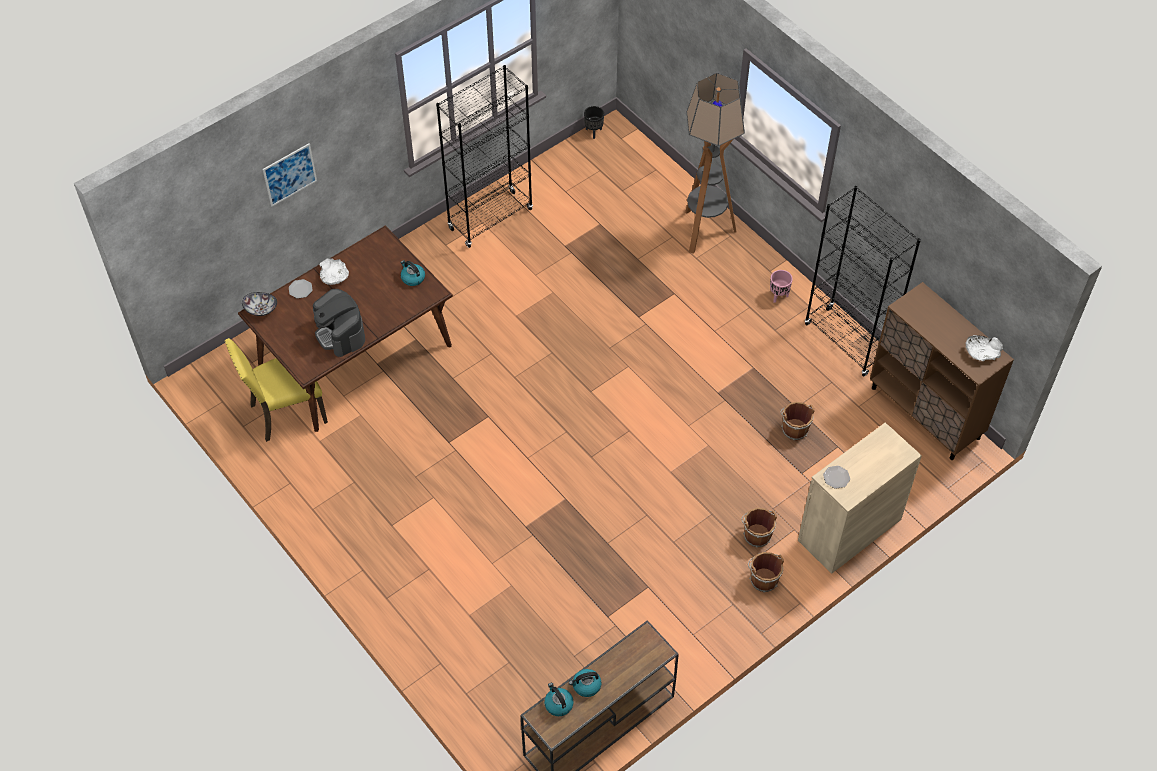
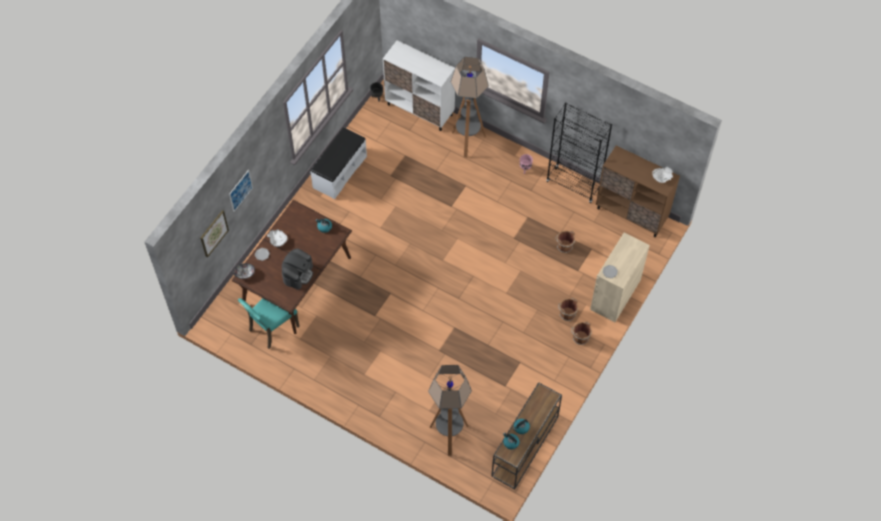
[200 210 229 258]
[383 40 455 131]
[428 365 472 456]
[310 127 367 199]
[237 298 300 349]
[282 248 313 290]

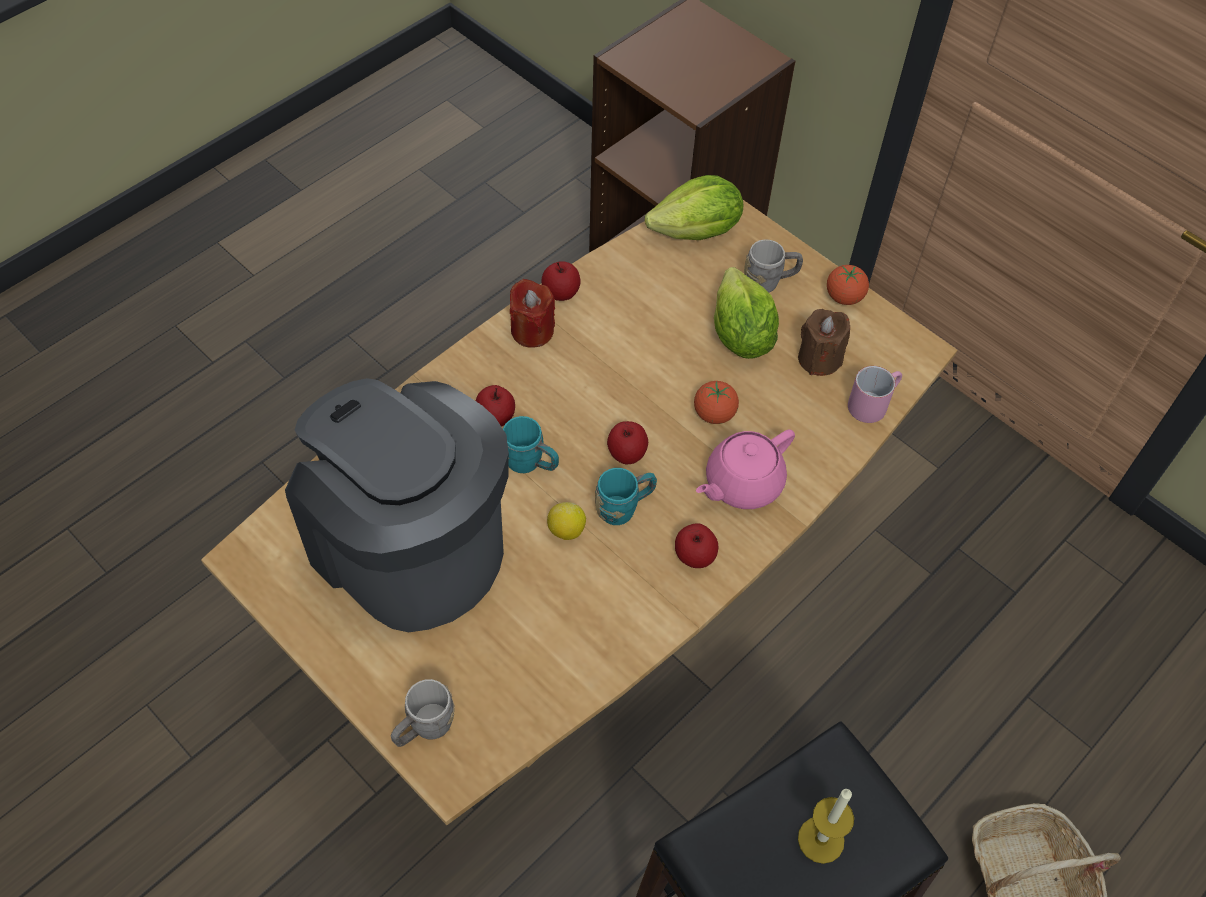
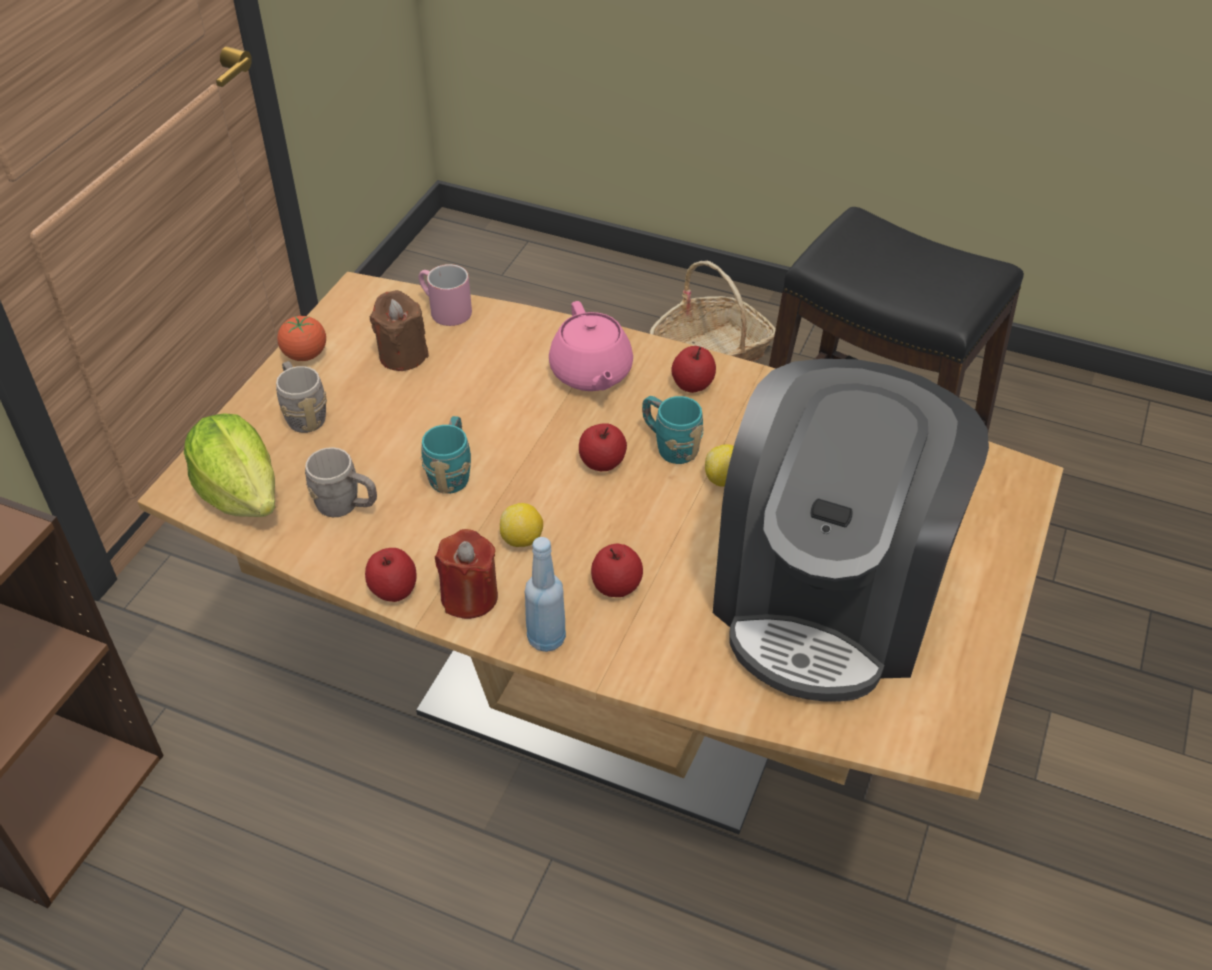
[694 381 739 424] (first image)
[714 267 779 359] (first image)
[798 789 854 864] (first image)
[500 503 543 547]
[525 537 566 652]
[305 447 377 517]
[421 416 471 494]
[549 301 633 391]

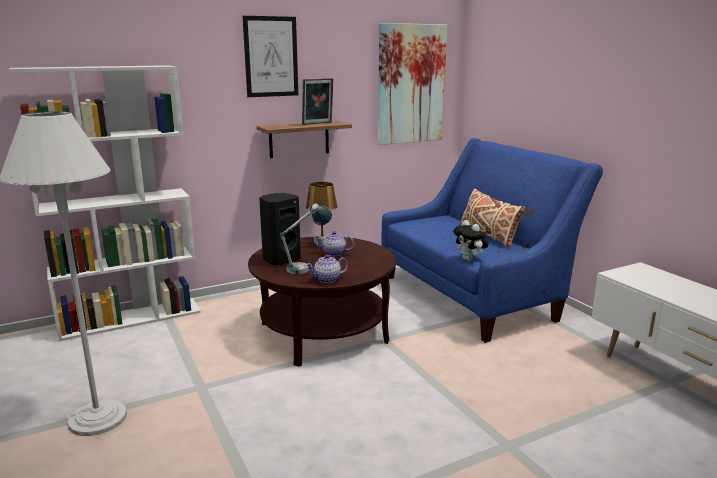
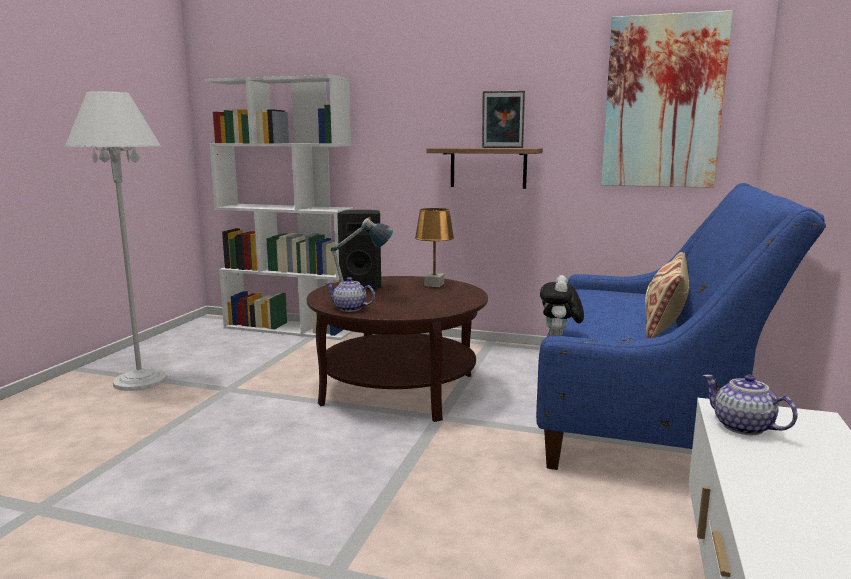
[242 16 298 97] (first image)
[703 375 798 435]

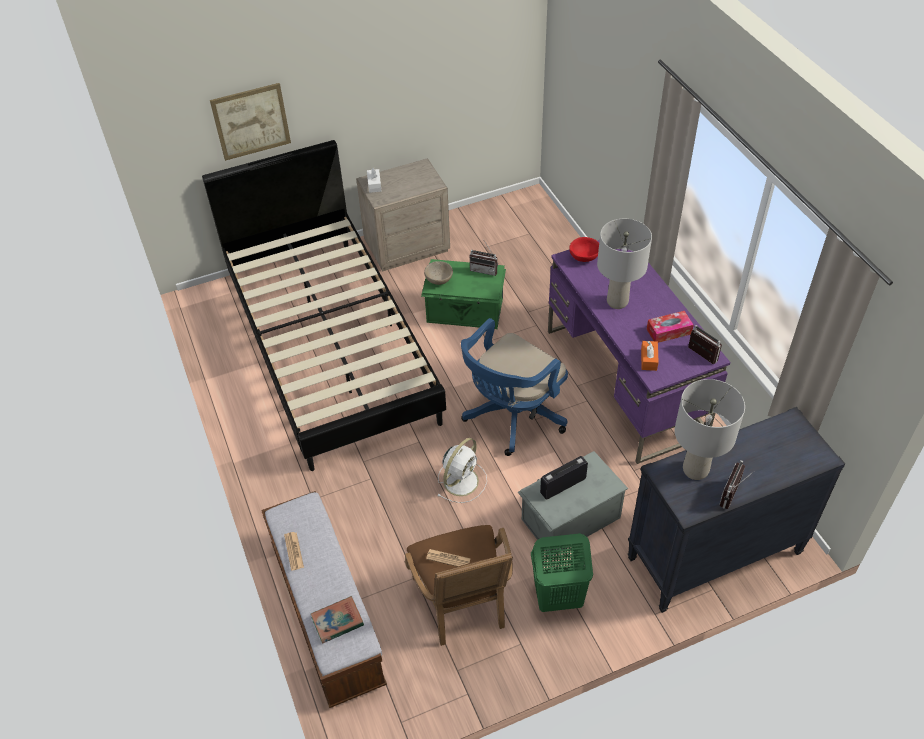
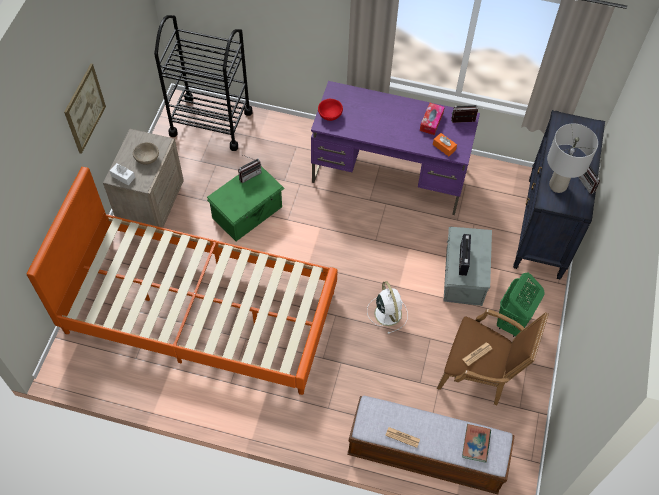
[461 318 568 456] (first image)
[597 219 652 309] (first image)
[154 15 252 151]
[64 64 106 154]
[133 142 159 165]
[27 167 338 395]

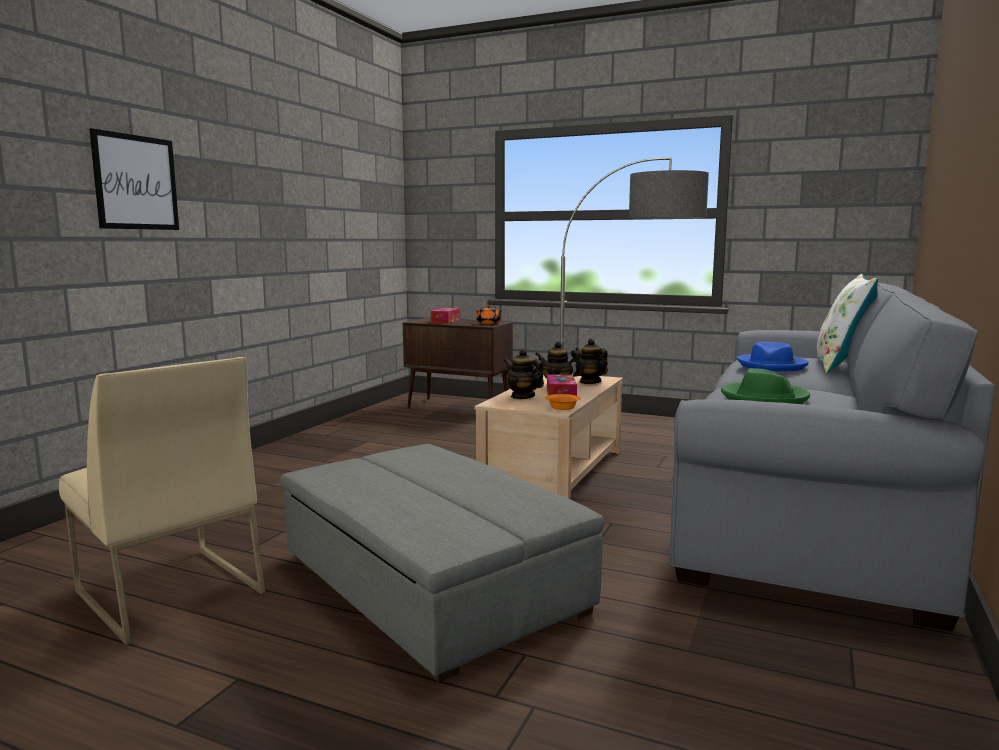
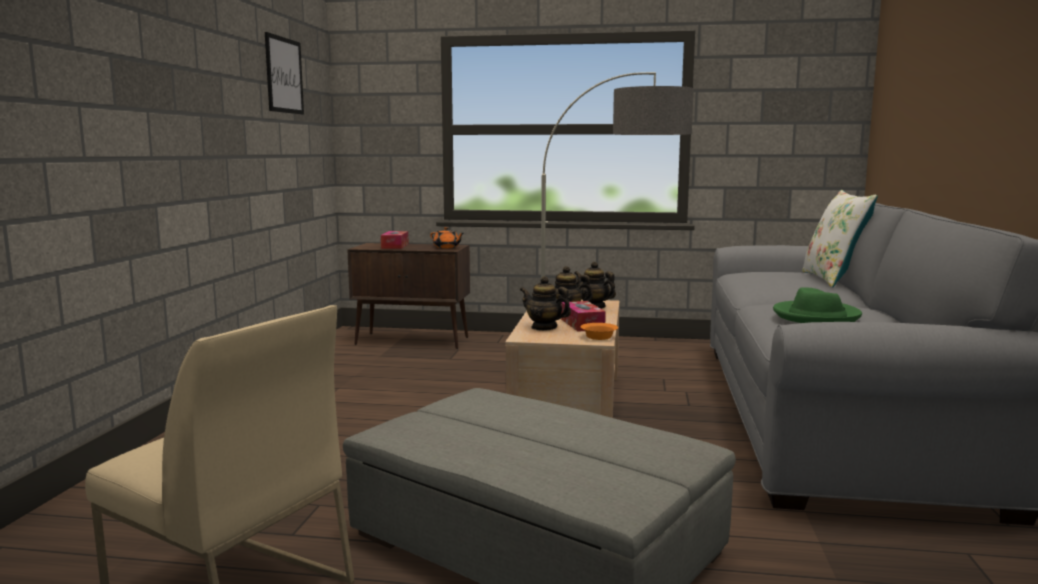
[737 342 809 371] (first image)
[265 32 304 115]

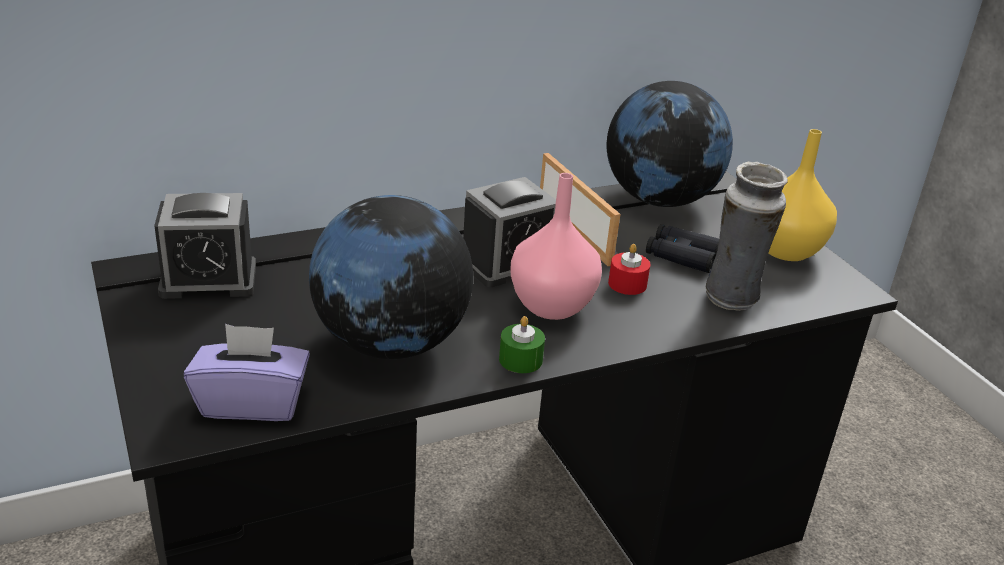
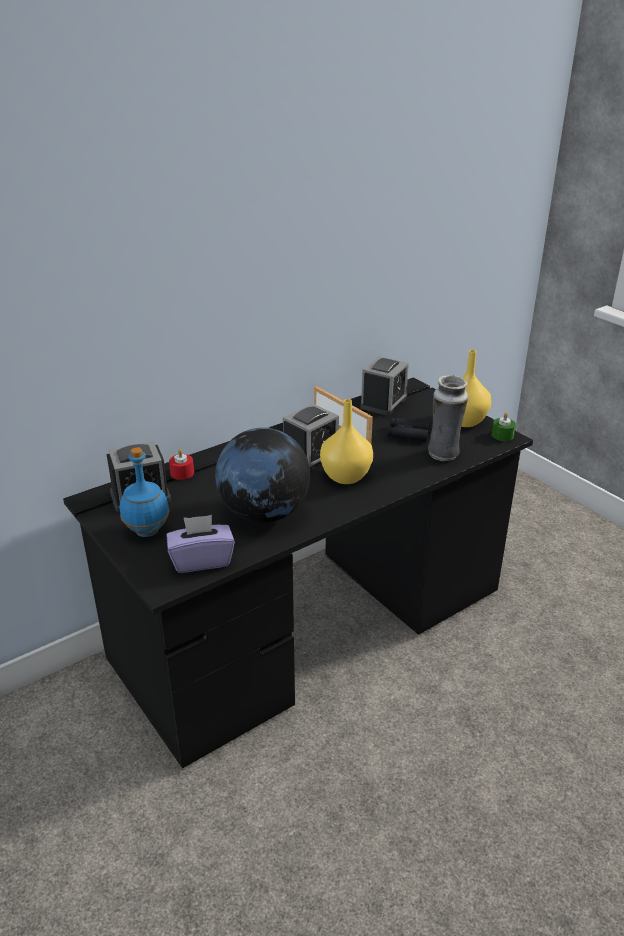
[120 447 170 537]
[492 413 516 441]
[169 449 194 480]
[360 356 409 416]
[320 399 373 484]

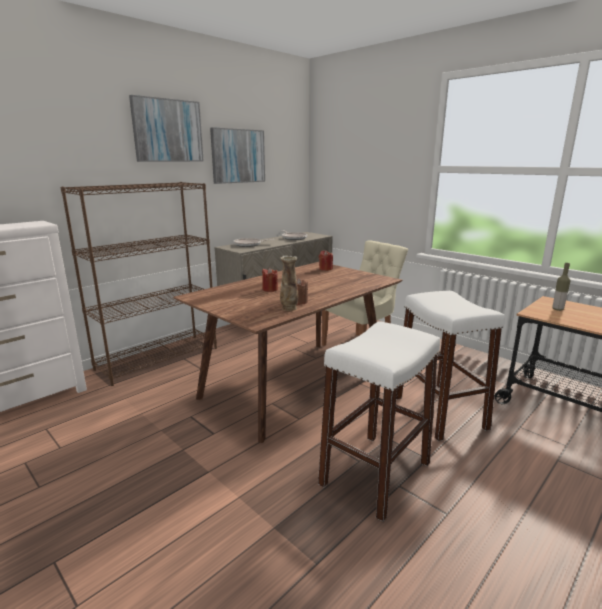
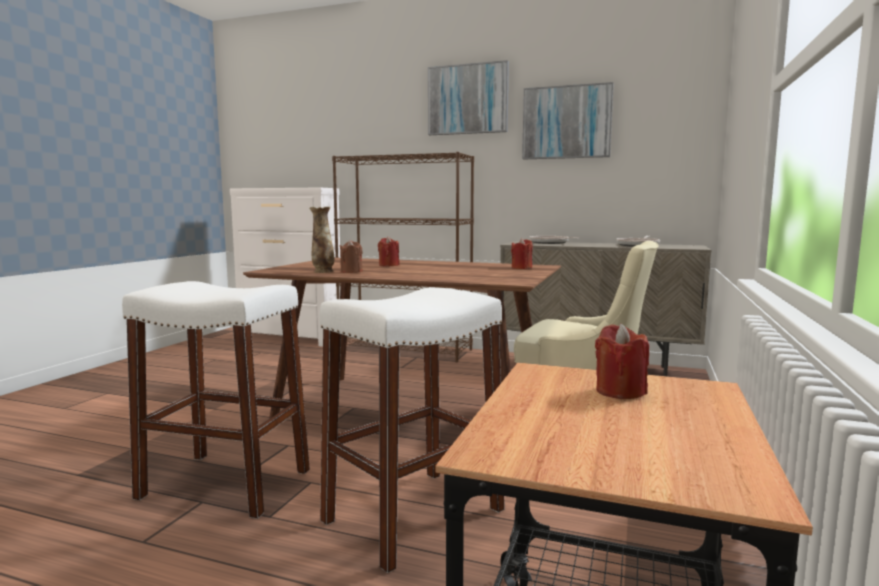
[595 324 649 399]

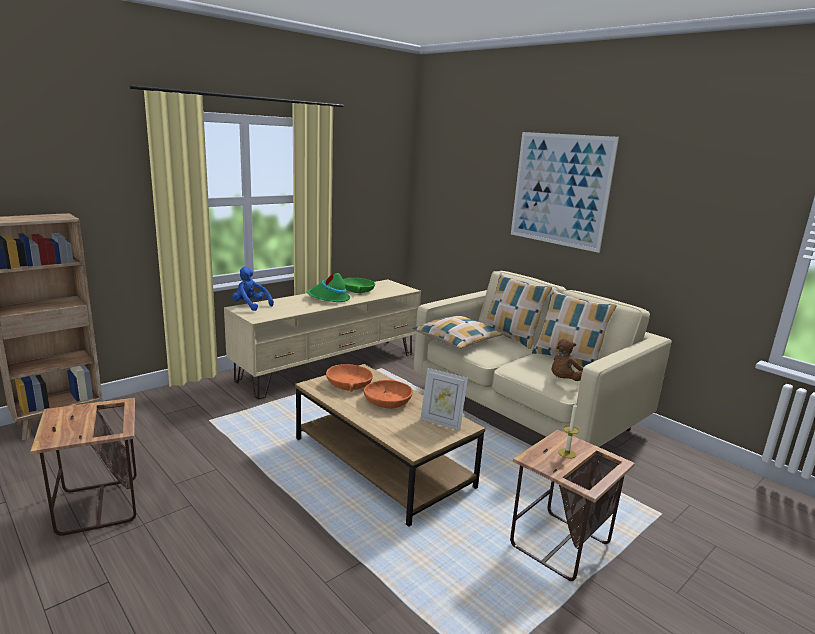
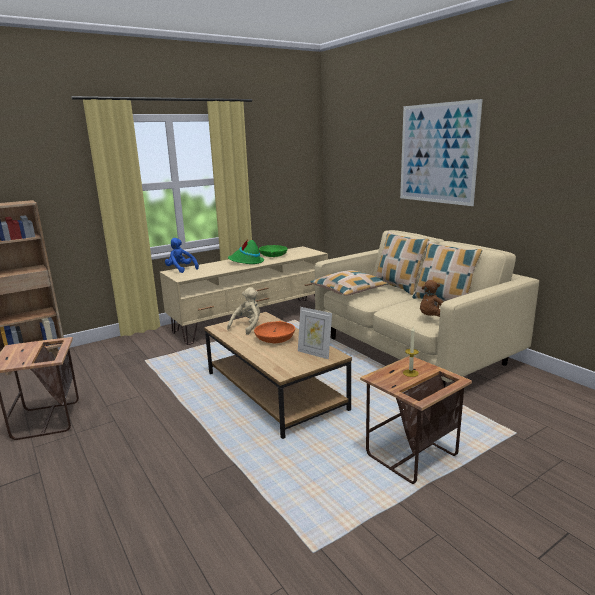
[227 287 260 335]

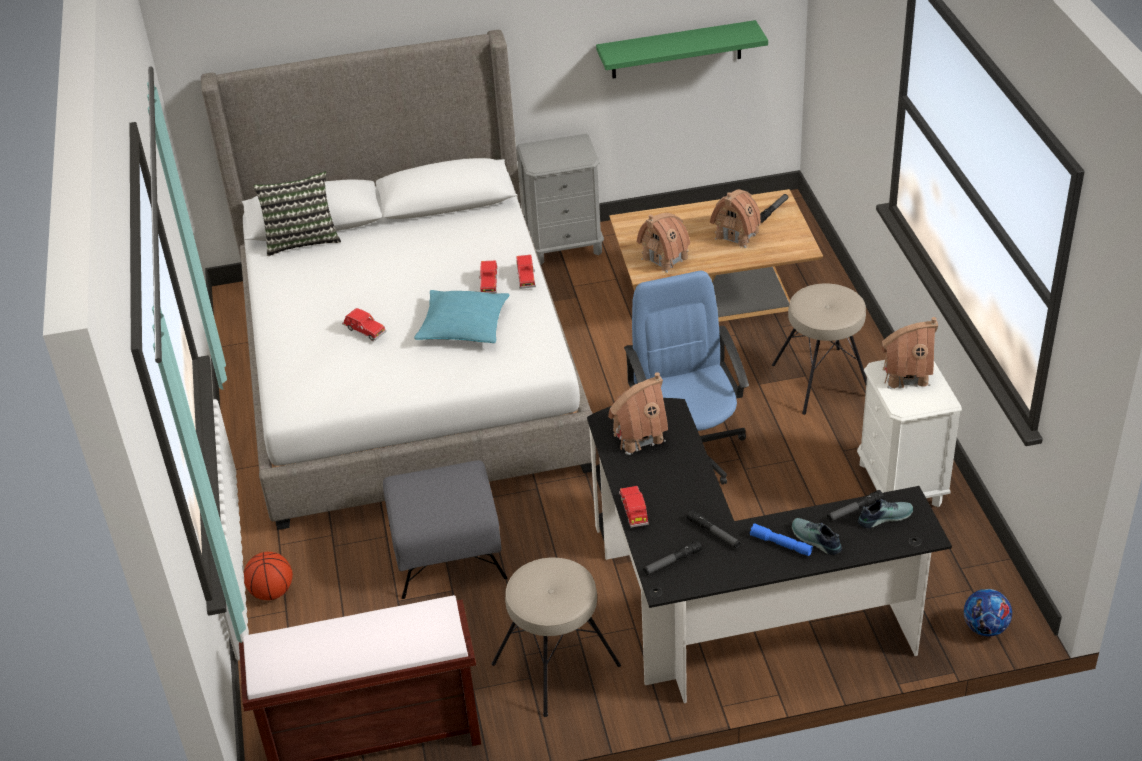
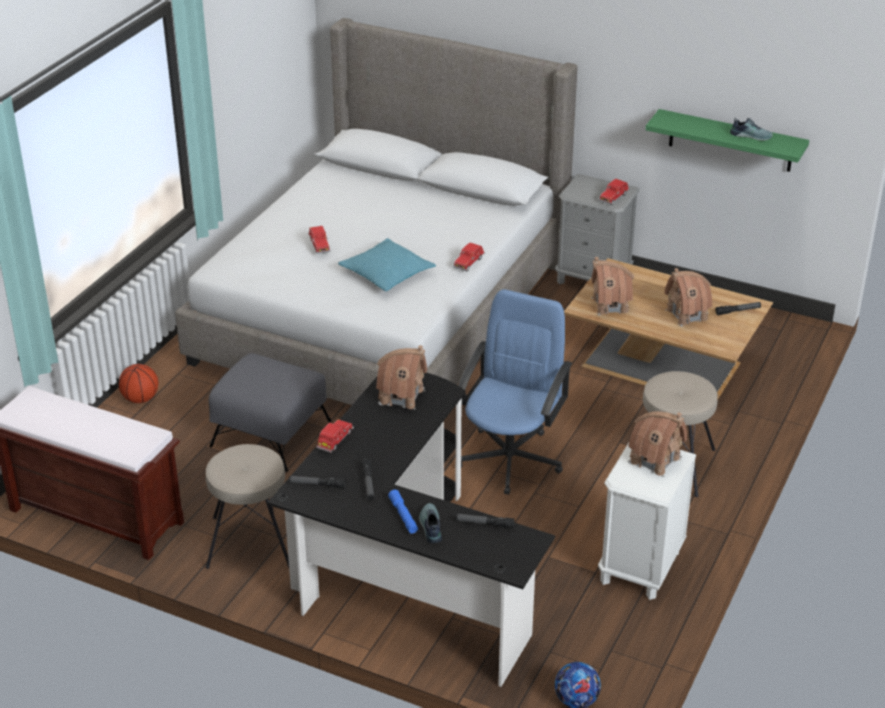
[253 171 341 256] (first image)
[599 179 629 205]
[730 118 773 141]

